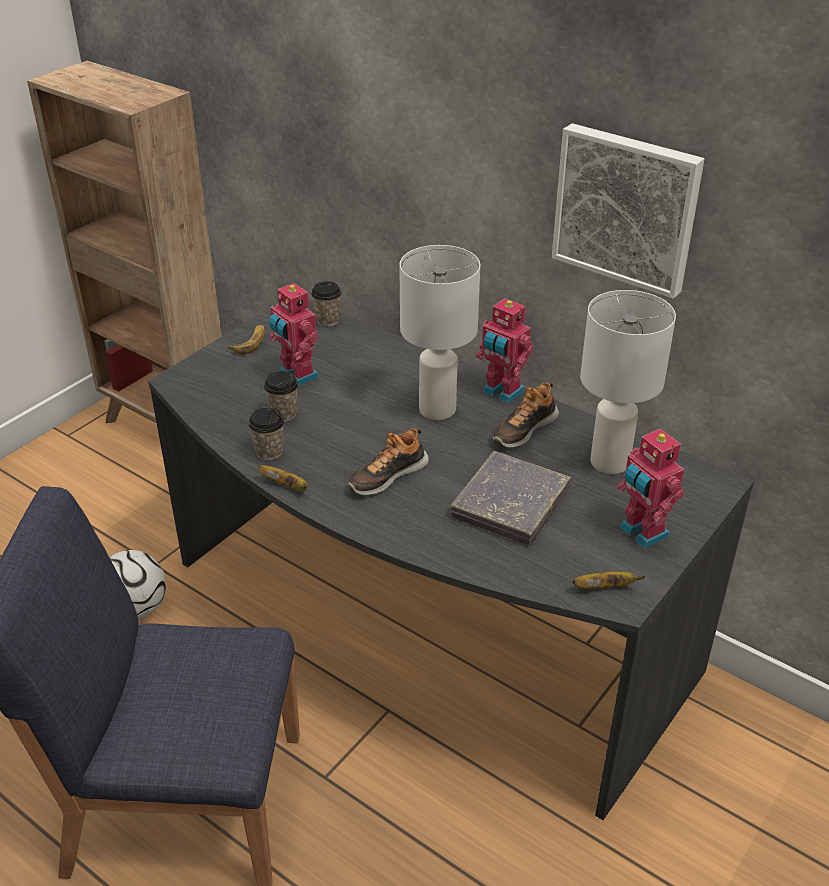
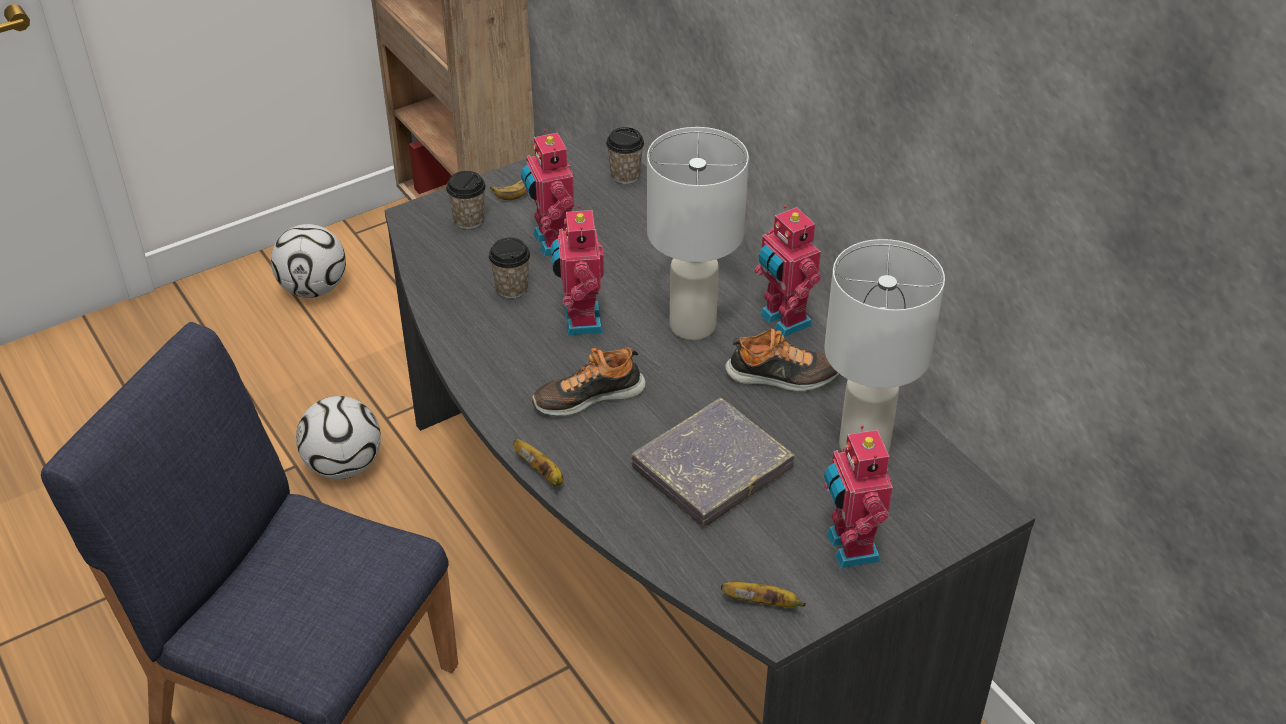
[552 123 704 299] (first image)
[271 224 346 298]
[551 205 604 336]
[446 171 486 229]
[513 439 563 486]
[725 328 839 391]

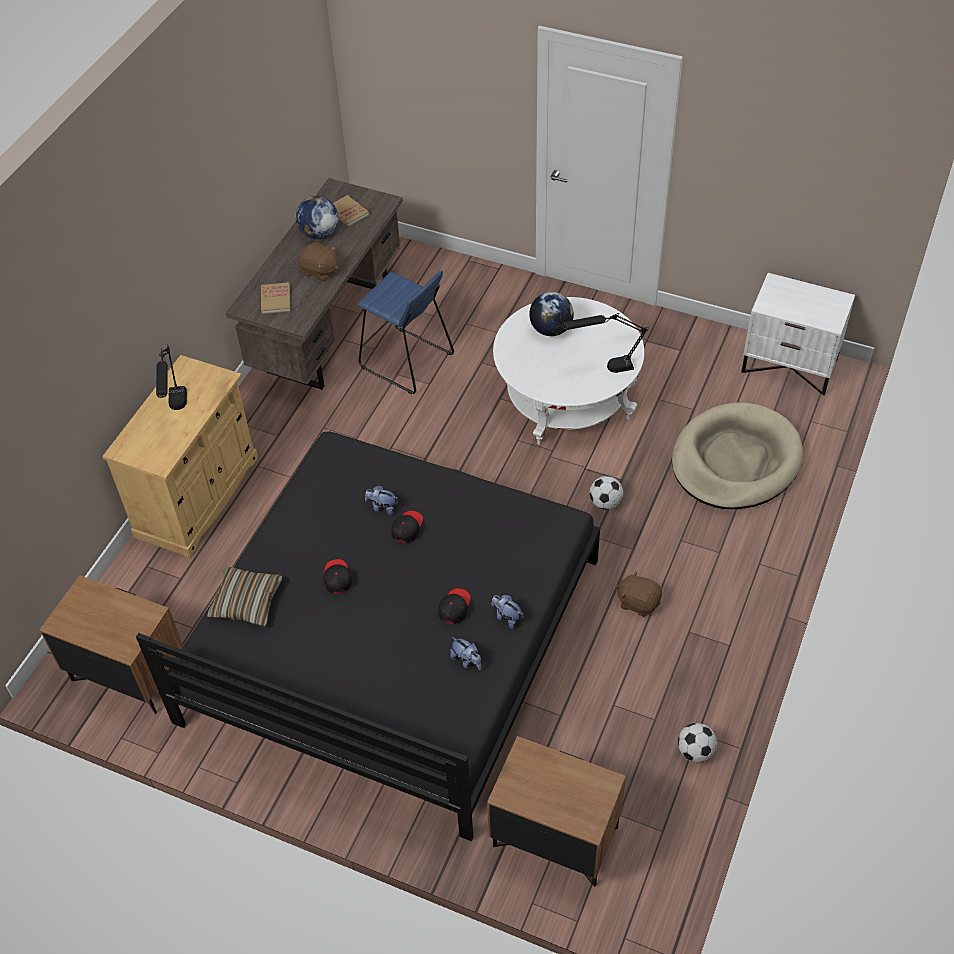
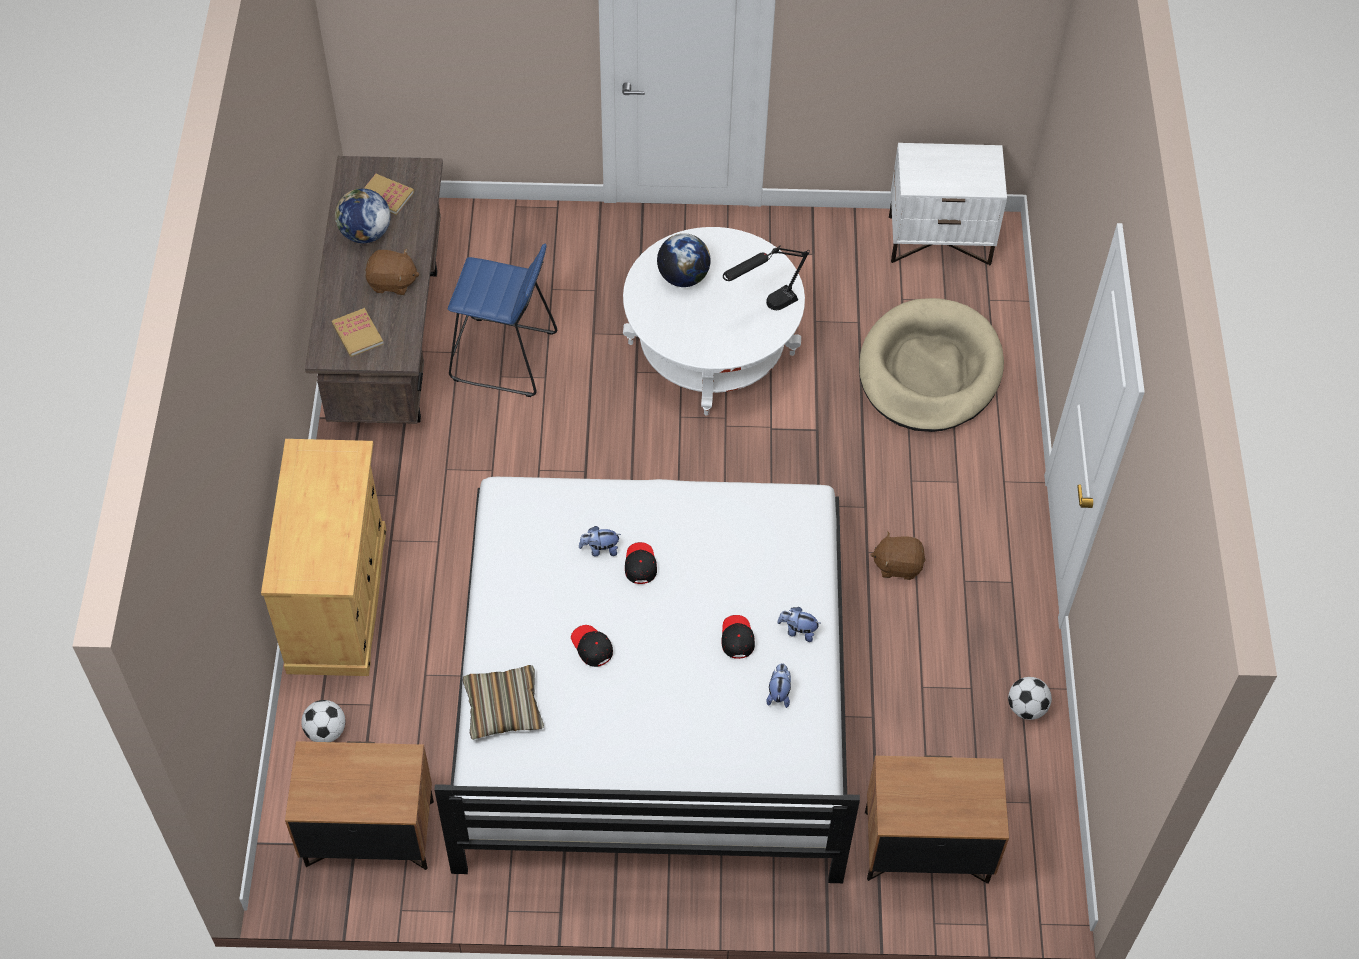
[156 344 187 410] (first image)
[301 700 345 742]
[434 476 860 883]
[766 663 791 708]

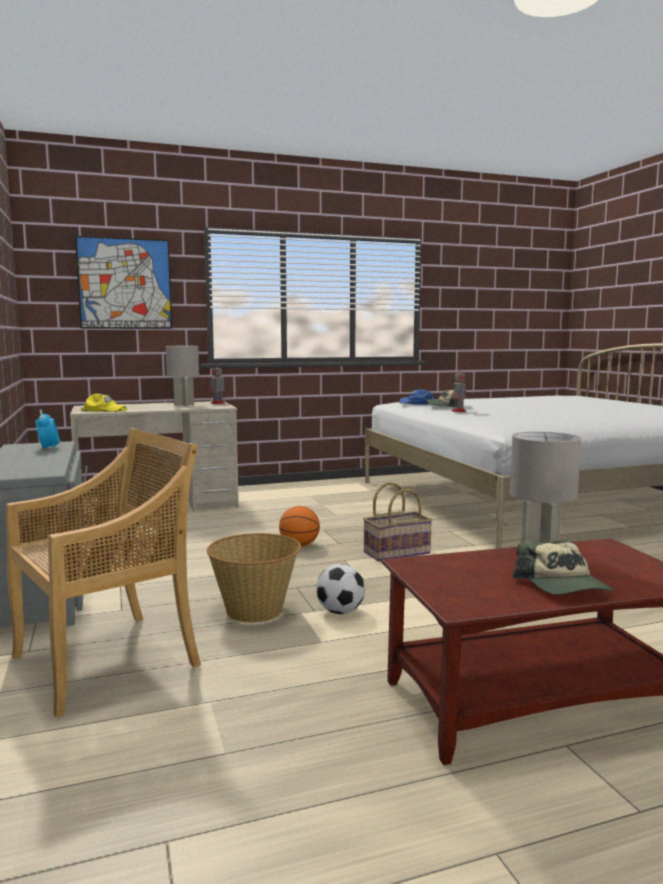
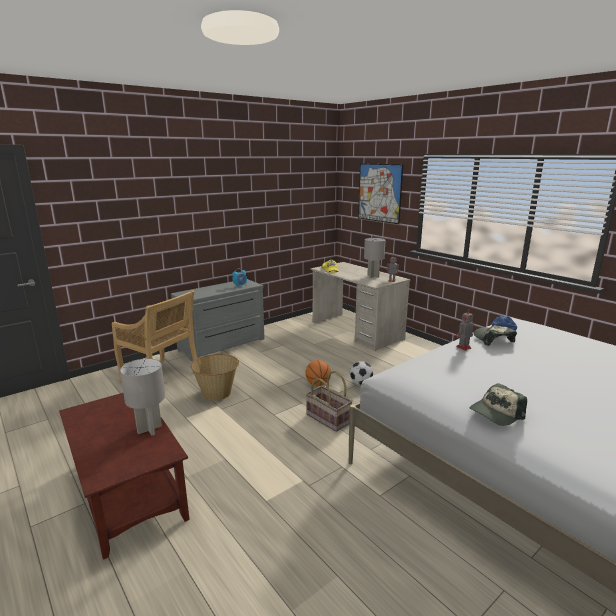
[350 361 373 385]
[470 383 527 426]

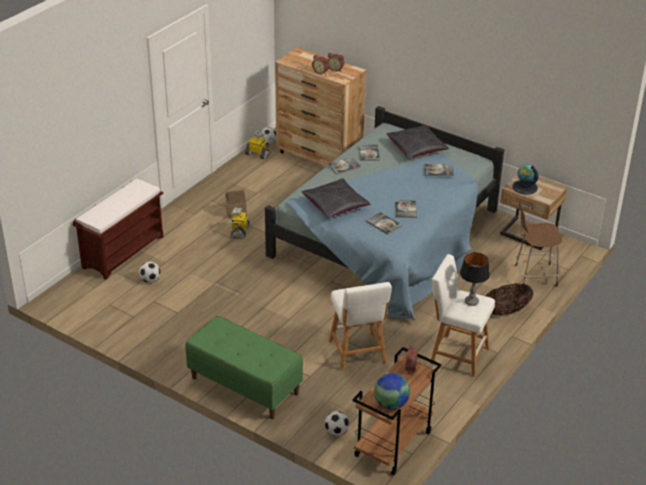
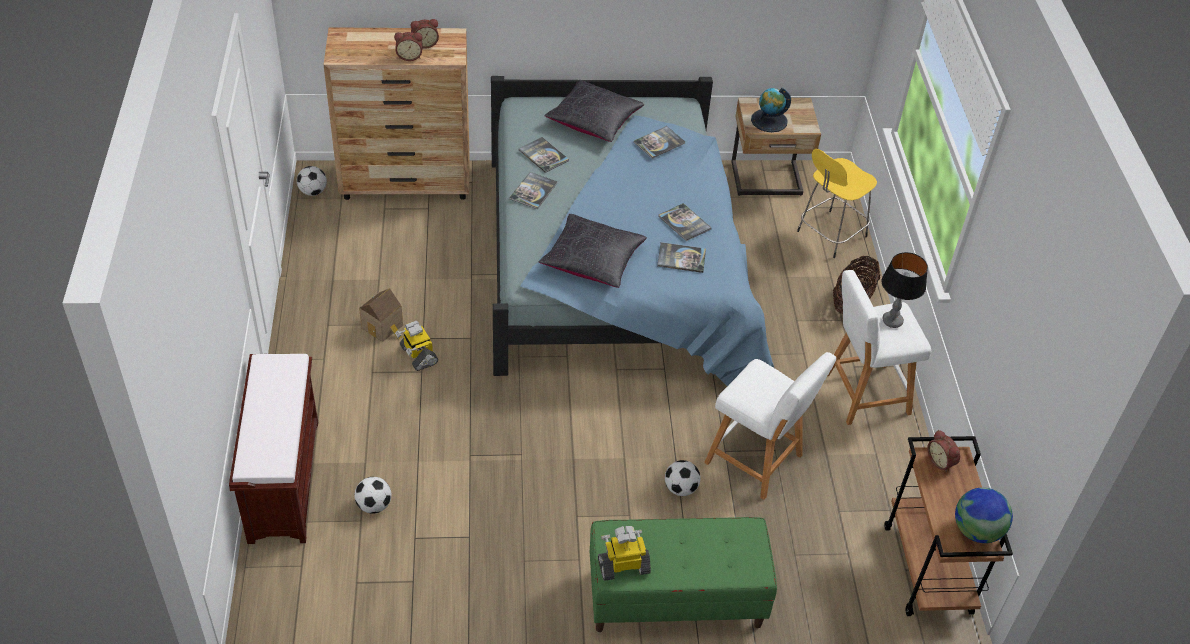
[598 526 651 581]
[665 460 700 496]
[797 149 877 258]

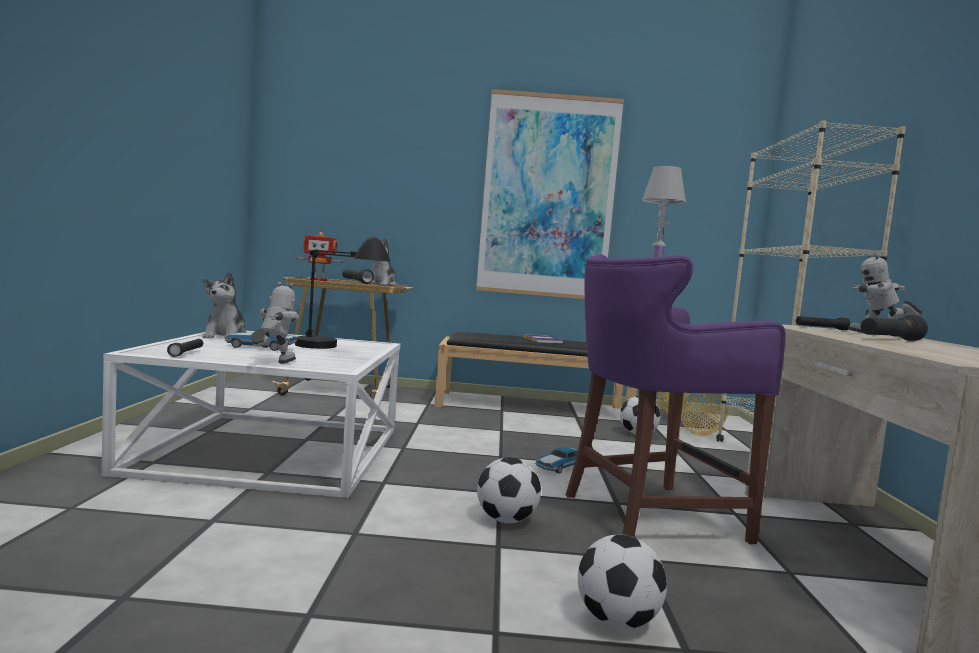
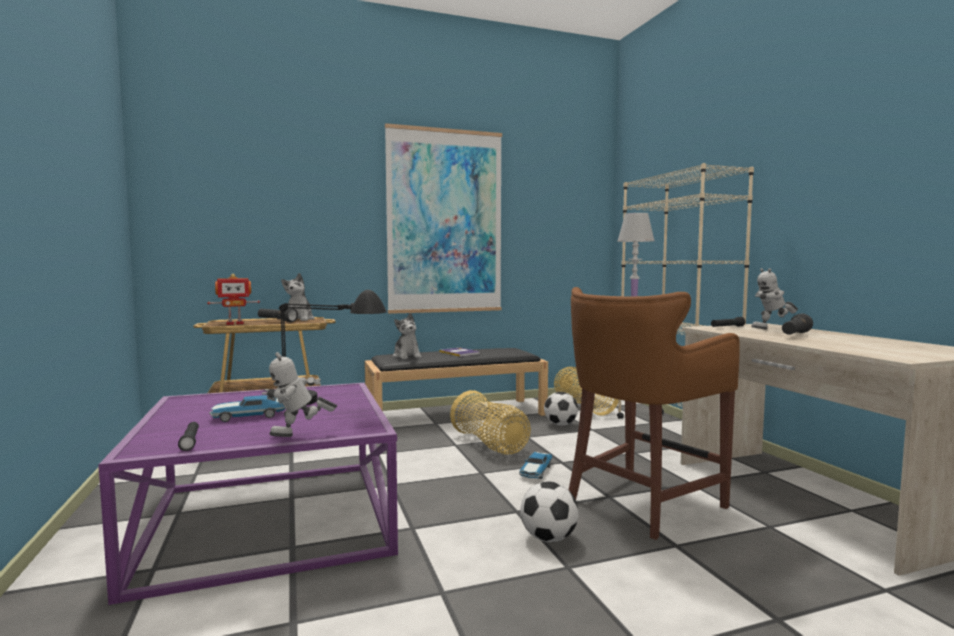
[578 534 667 629] (first image)
[450 390 531 454]
[393 313 422 359]
[98 383 398 605]
[569 287 740 540]
[262 352 337 437]

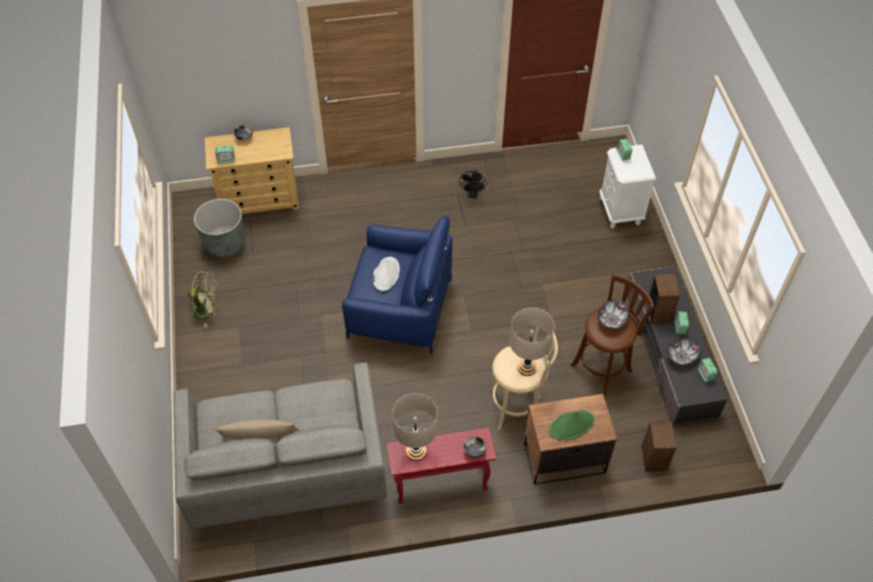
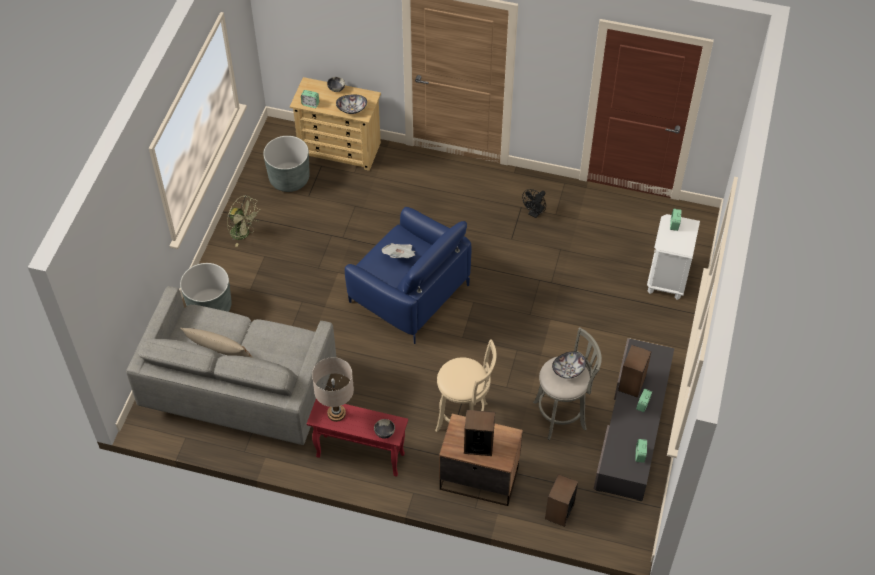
[510 307 554 376] (first image)
[180 263 231 312]
[336 95 367 114]
[382 243 415 258]
[464 410 495 456]
[533 327 602 440]

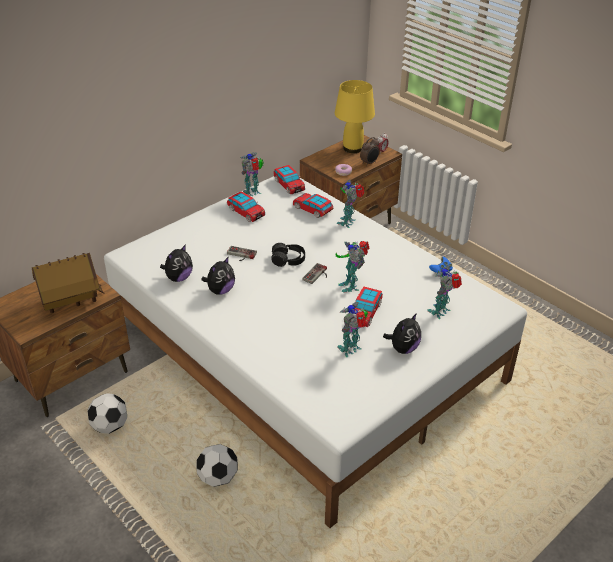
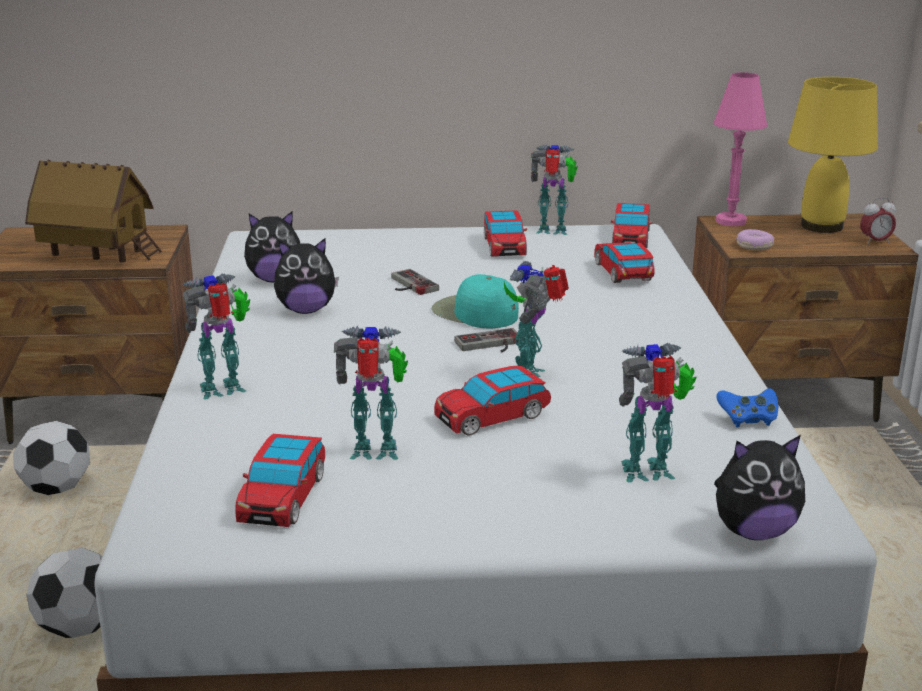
[360 137 380 166] (first image)
[235 434 325 527]
[714 72 768 226]
[182 273 250 399]
[714 435 805 540]
[432 274 519 328]

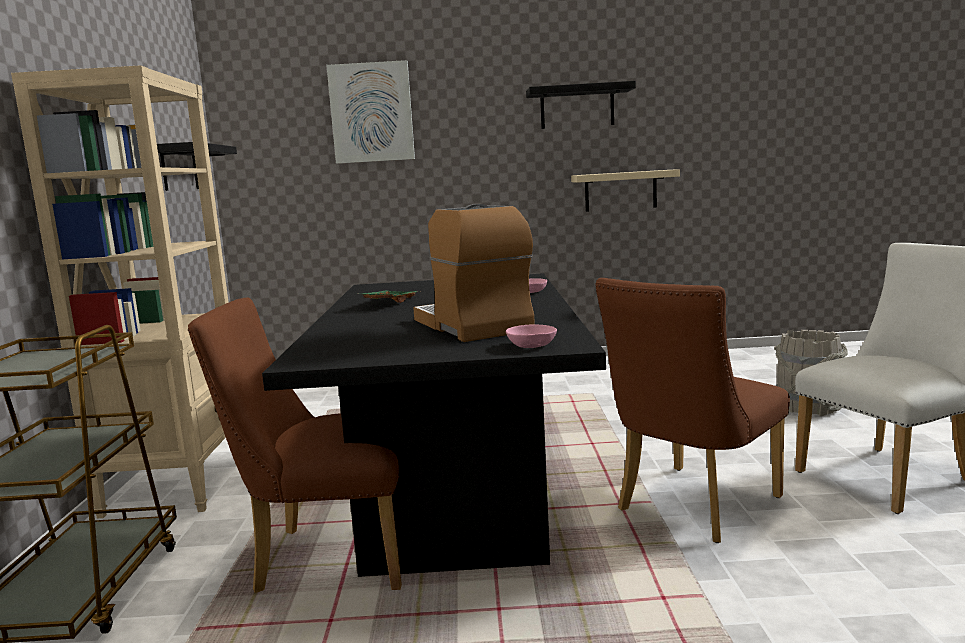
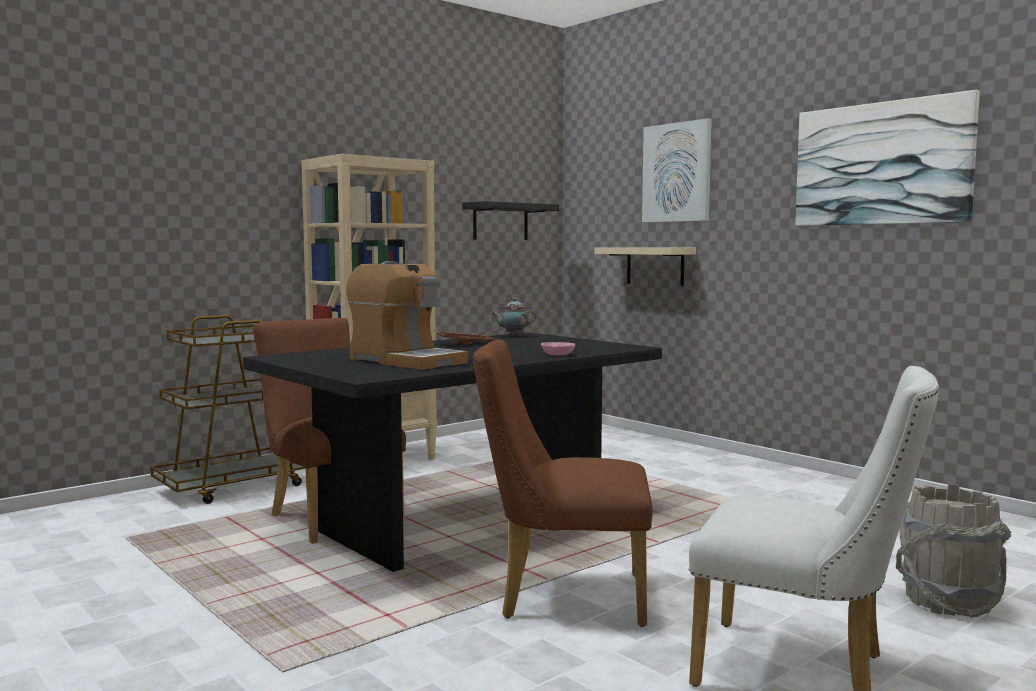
[506 324 557 348] (first image)
[491 298 537 337]
[595 247 696 286]
[795 90 980 226]
[434 331 499 344]
[346 261 468 370]

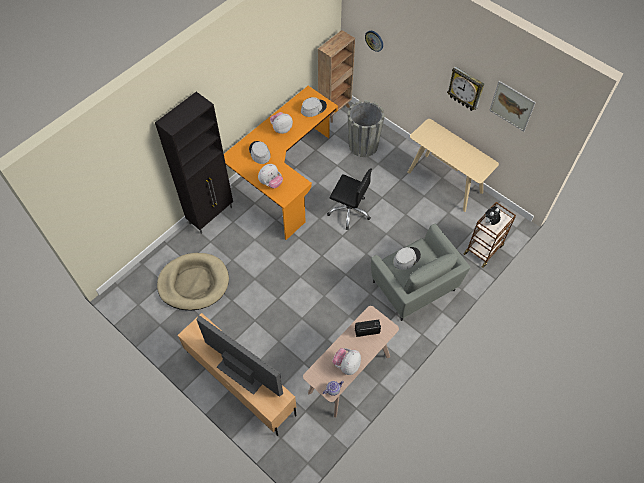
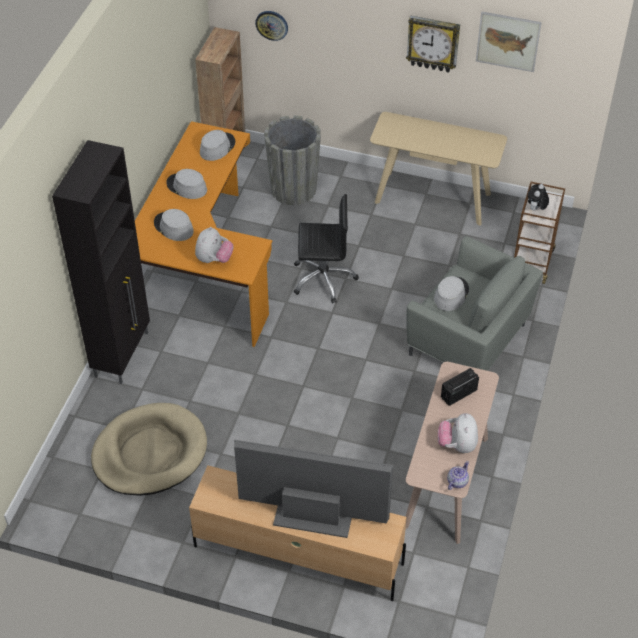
[166 169 207 199]

